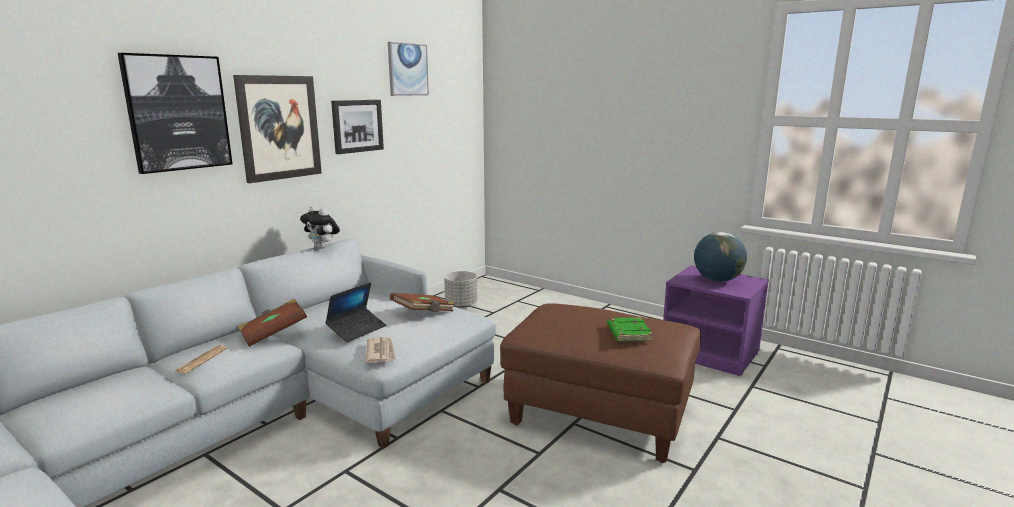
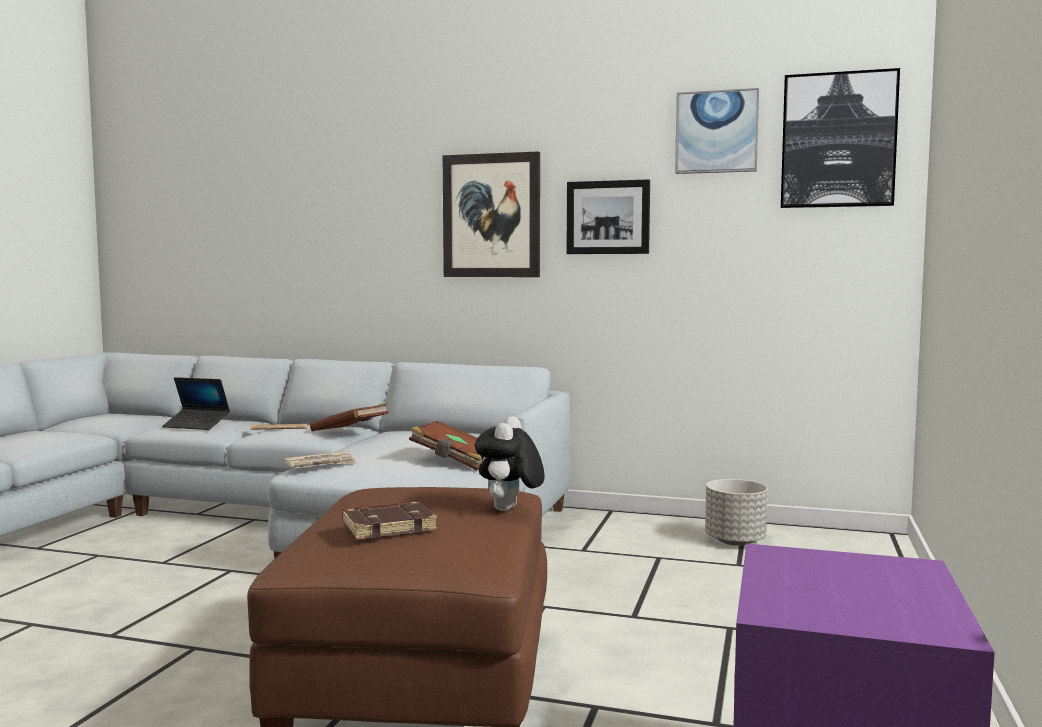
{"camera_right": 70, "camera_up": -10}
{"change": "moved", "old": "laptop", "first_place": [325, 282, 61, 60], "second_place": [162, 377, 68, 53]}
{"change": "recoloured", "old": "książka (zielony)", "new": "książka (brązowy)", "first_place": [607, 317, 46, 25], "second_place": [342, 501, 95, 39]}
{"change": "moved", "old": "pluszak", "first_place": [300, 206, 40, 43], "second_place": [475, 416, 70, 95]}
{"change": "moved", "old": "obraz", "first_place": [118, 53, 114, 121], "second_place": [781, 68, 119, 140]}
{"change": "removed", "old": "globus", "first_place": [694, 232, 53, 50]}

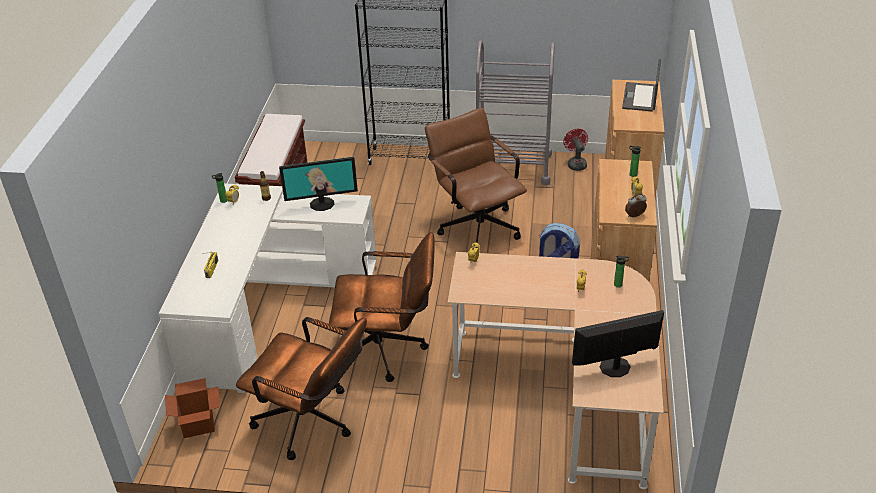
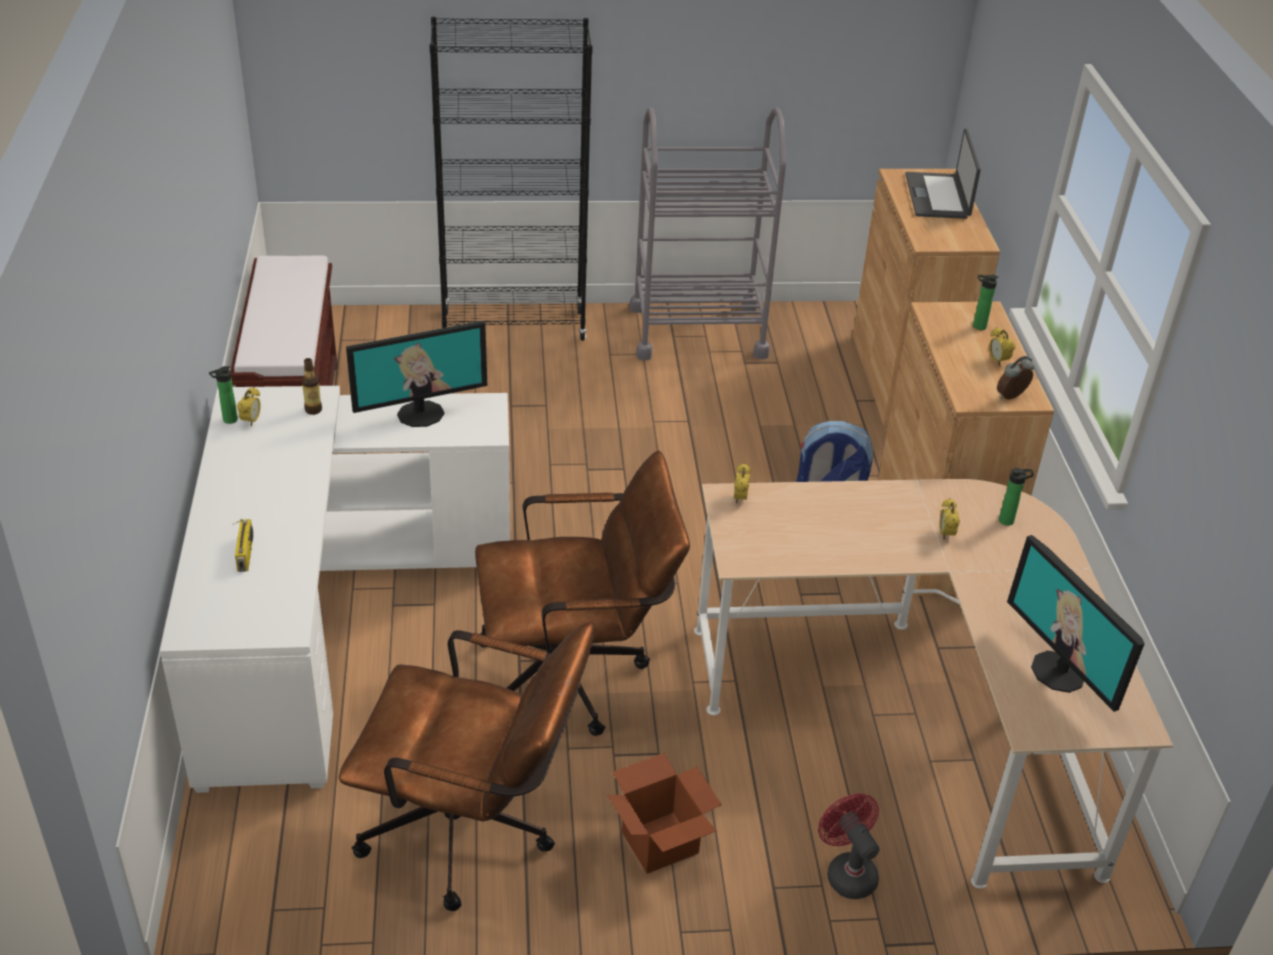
{"camera_right": -15, "camera_up": 0}
{"change": "moved", "old": "karton", "first_place": [165, 378, 56, 60], "second_place": [607, 753, 115, 121]}
{"change": "moved", "old": "wentylator (czerwony)", "first_place": [563, 129, 25, 42], "second_place": [818, 793, 61, 106]}
{"change": "turned", "old": "monitor", "first_place": [572, 310, 92, 67], "second_place": [1007, 535, 138, 177], "degrees": -90}
{"change": "removed", "old": "krzesło biurowe (brązowy)", "first_place": [425, 108, 102, 140]}

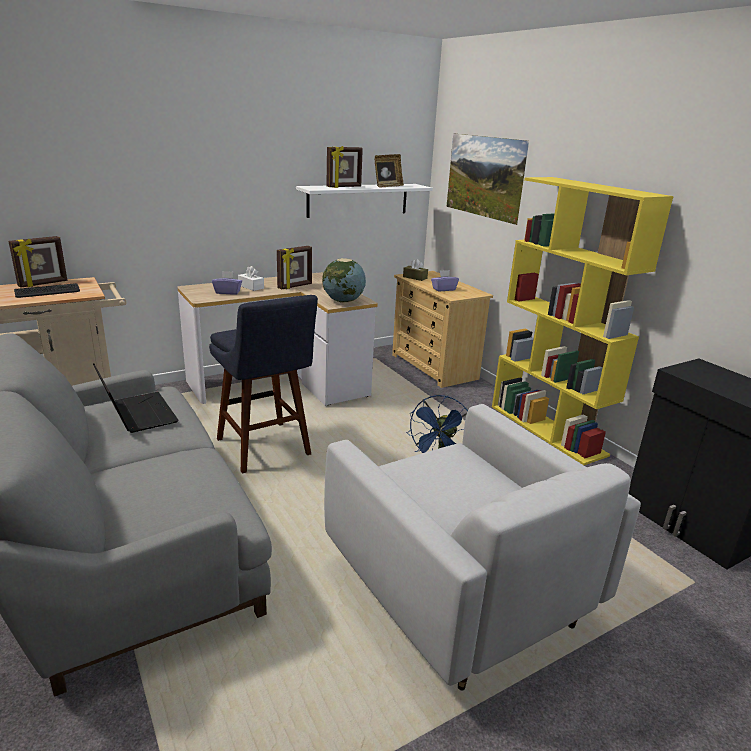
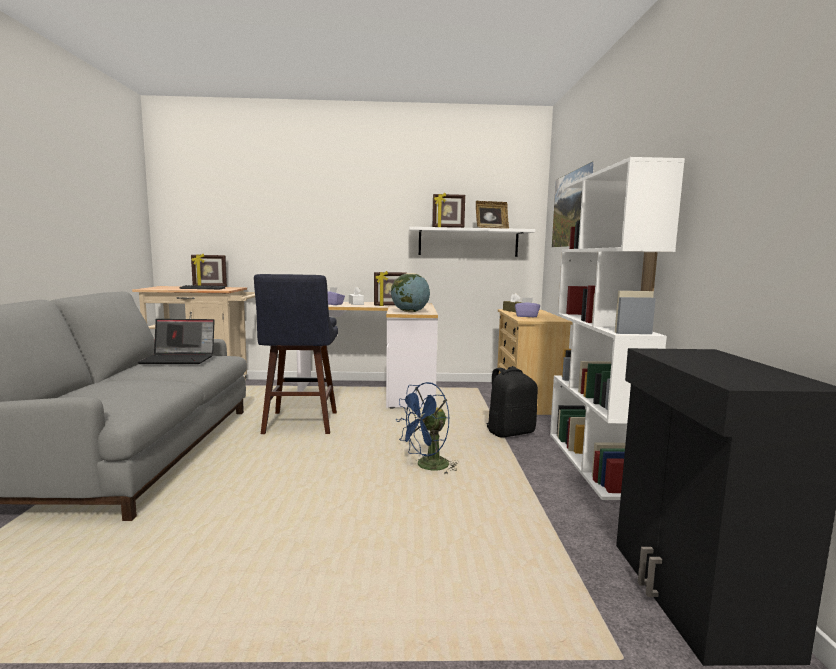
{"camera_right": 30, "camera_up": -15}
{"change": "turned", "old": "laptop", "first_place": [93, 363, 86, 70], "second_place": [137, 319, 78, 45], "degrees": 90}
{"change": "added", "new": "plecak (czarny)", "second_place": [486, 366, 52, 72]}
{"change": "recoloured", "old": "regał (żółty)", "new": "regał (biały)", "first_place": [492, 177, 182, 288], "second_place": [550, 157, 135, 343]}
{"change": "removed", "old": "fotel (biały)", "first_place": [324, 404, 317, 286]}

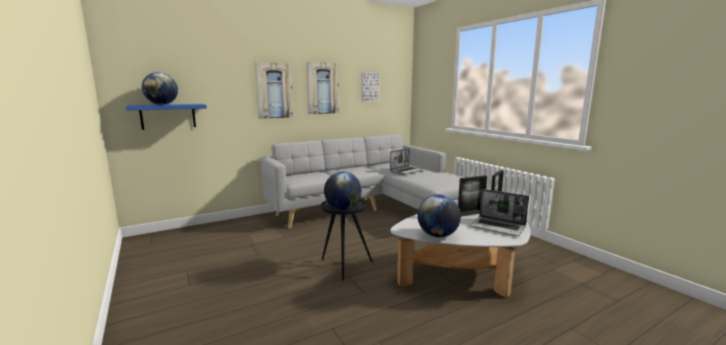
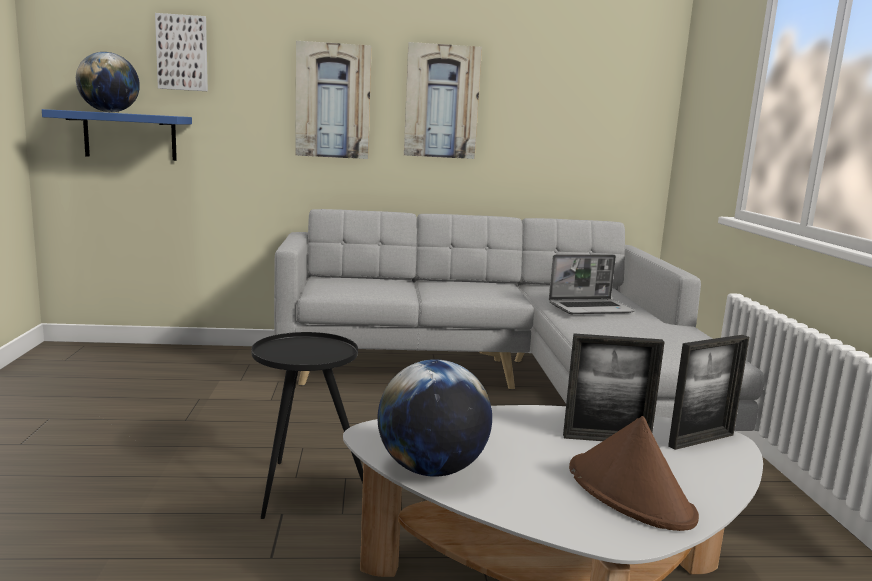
{"camera_right": 25, "camera_up": 0}
{"change": "moved", "old": "obraz", "first_place": [361, 72, 18, 30], "second_place": [155, 13, 53, 78]}
{"change": "replaced", "old": "laptop", "new": "kapelusz (brązowy)", "first_place": [470, 189, 59, 47], "second_place": [569, 416, 130, 115]}
{"change": "removed", "old": "globus", "first_place": [324, 172, 38, 38]}

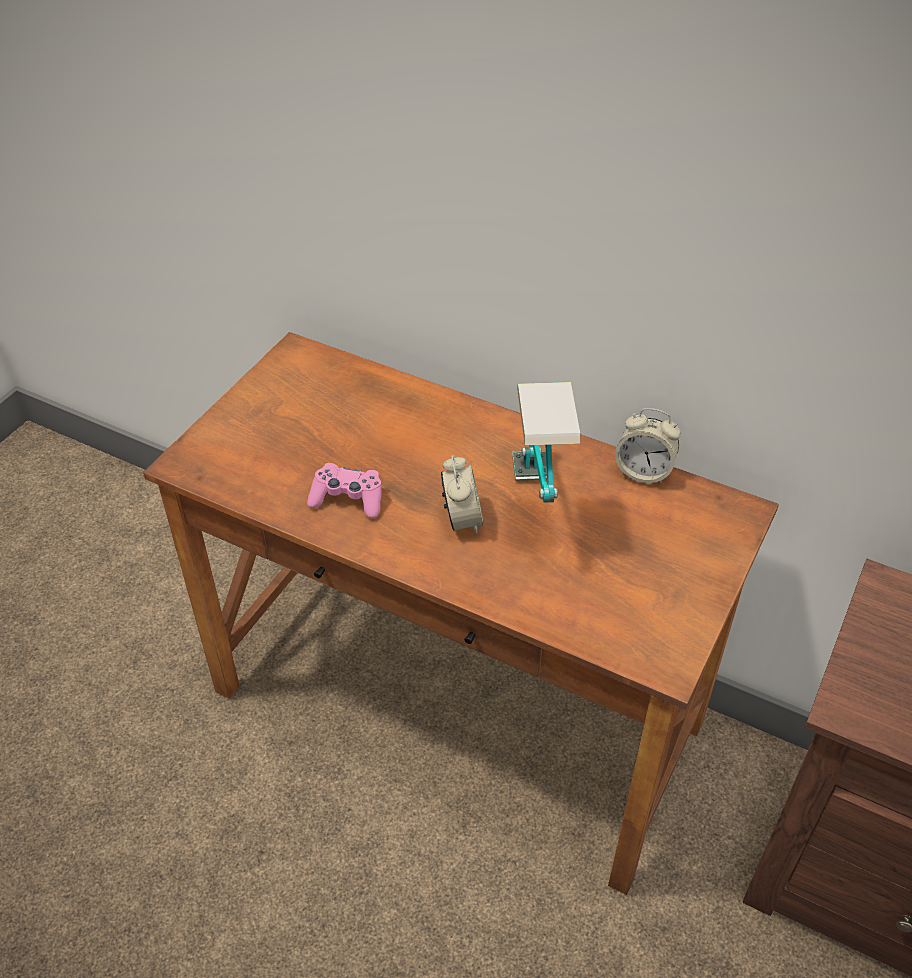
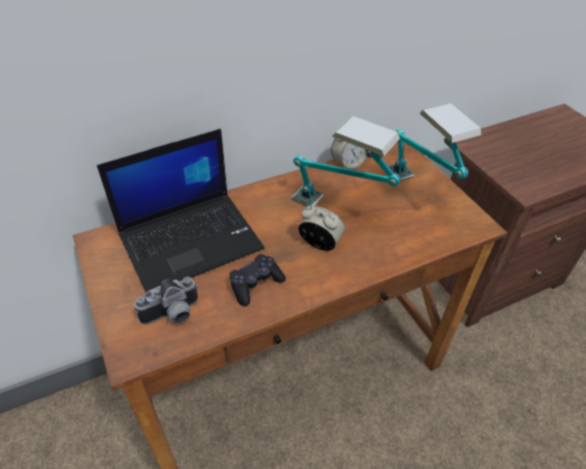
{"camera_right": -55, "camera_up": 0}
{"change": "added", "new": "laptop", "second_place": [97, 129, 167, 163]}
{"change": "added", "new": "aparat fotograficzny", "second_place": [134, 277, 64, 48]}
{"change": "recoloured", "old": "pad do gier (różowy)", "new": "pad do gier (czarny)", "first_place": [307, 463, 74, 56], "second_place": [229, 254, 57, 52]}
{"change": "added", "new": "lampa stołowa", "second_place": [388, 103, 94, 78]}

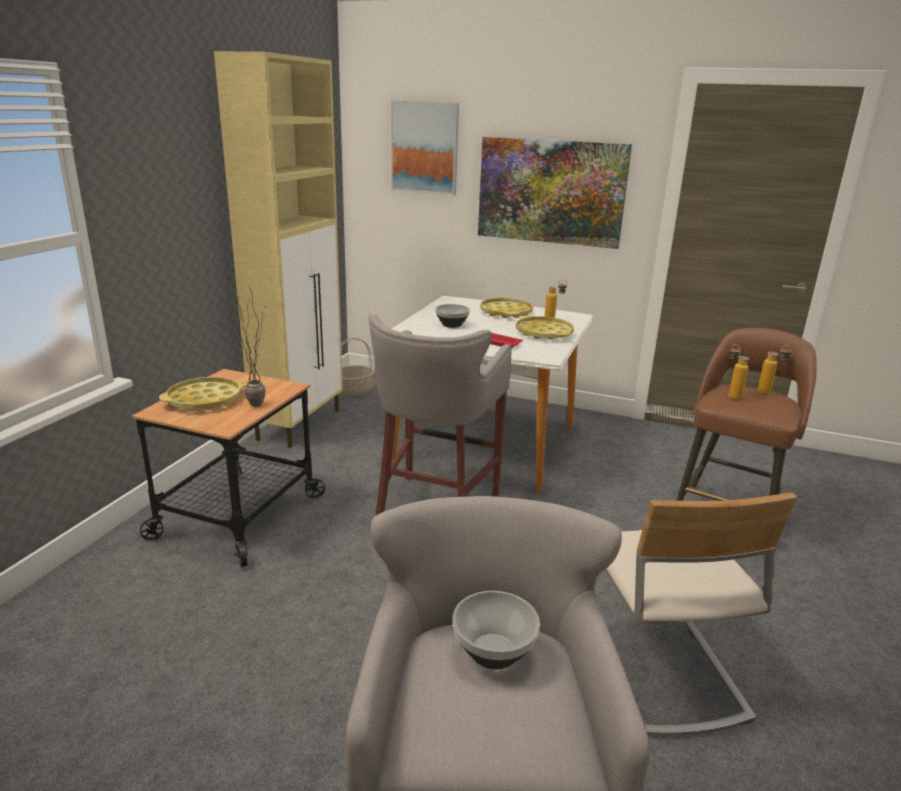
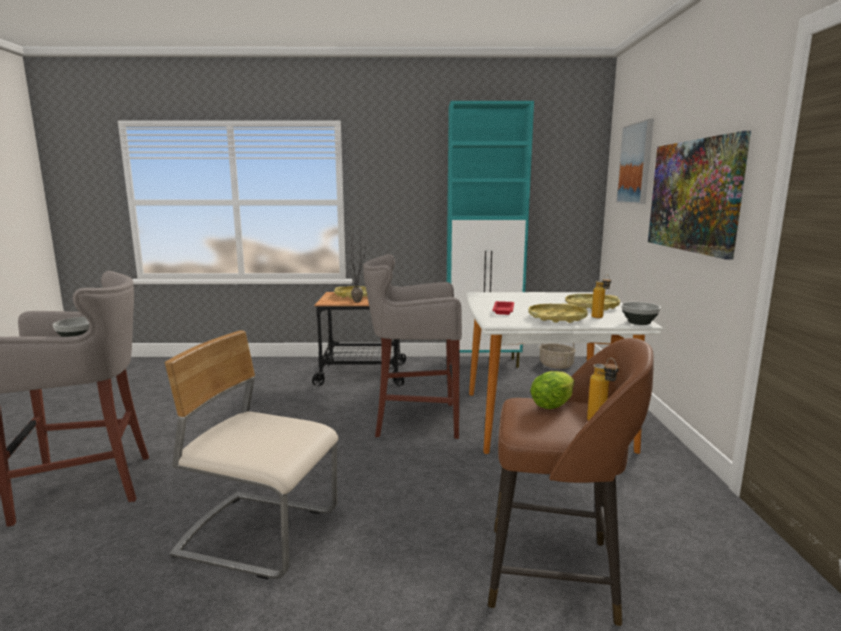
{"camera_right": 70, "camera_up": -10}
{"change": "turned", "old": "krzesło (beżowy)", "first_place": [605, 493, 192, 243], "second_place": [165, 330, 173, 250], "degrees": 45}
{"change": "recoloured", "old": "szafka (beżowy)", "new": "szafka (turkusowy)", "first_place": [214, 51, 129, 397], "second_place": [447, 101, 87, 267]}
{"change": "replaced", "old": "butelka", "new": "sałata", "first_place": [728, 344, 21, 56], "second_place": [530, 371, 45, 38]}
{"change": "moved", "old": "miska", "first_place": [435, 304, 35, 24], "second_place": [621, 302, 40, 23]}

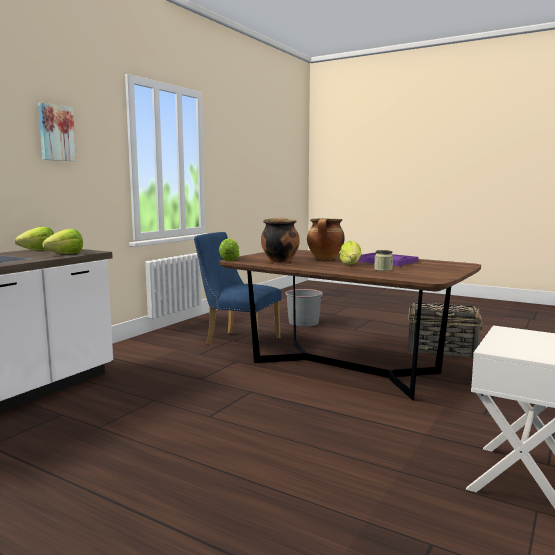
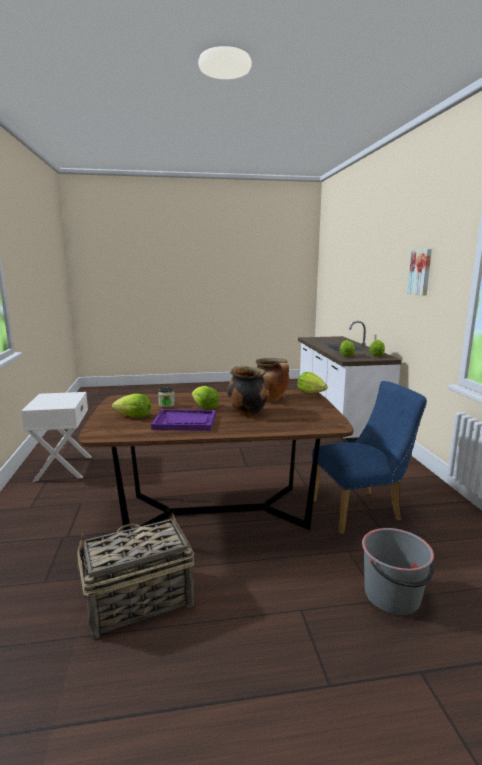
{"camera_right": 140, "camera_up": 5}
{"change": "added", "new": "sałata", "second_place": [112, 394, 39, 23]}

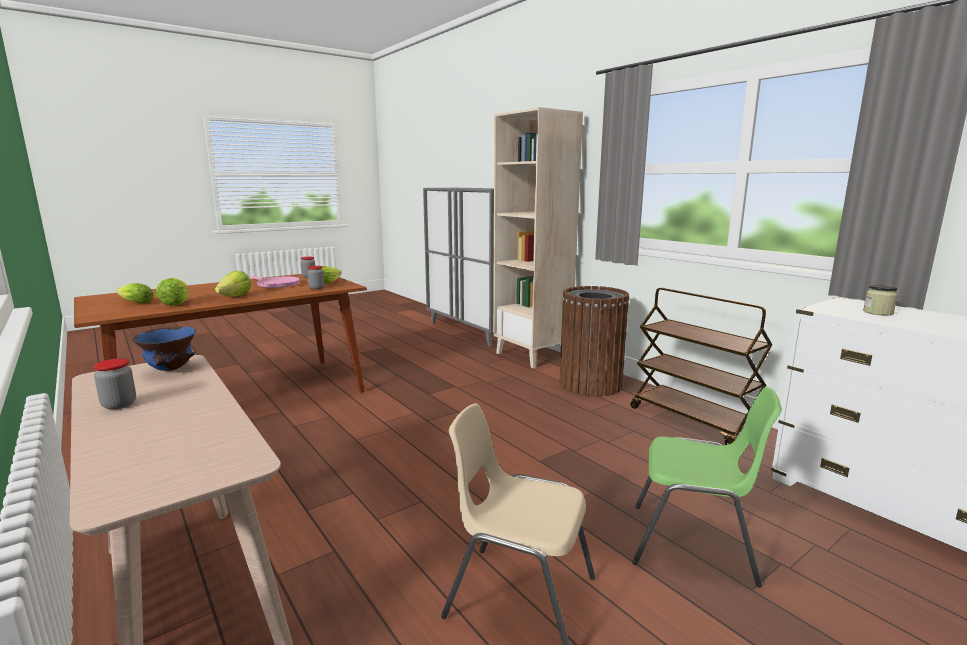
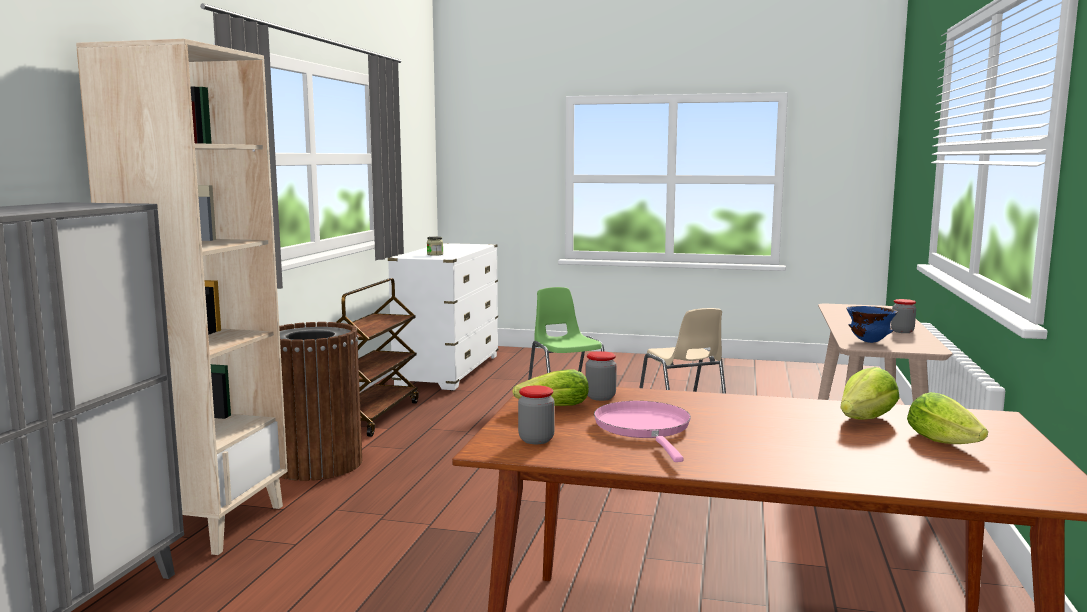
{"camera_right": -130, "camera_up": -5}
{"change": "removed", "old": "sałata", "first_place": [215, 271, 36, 26]}

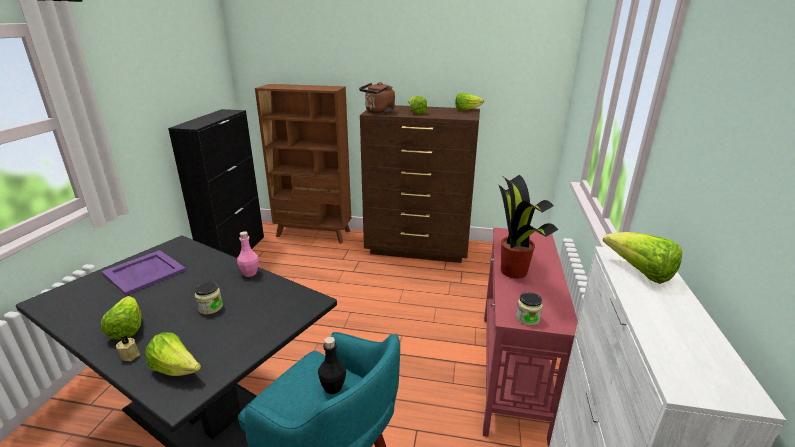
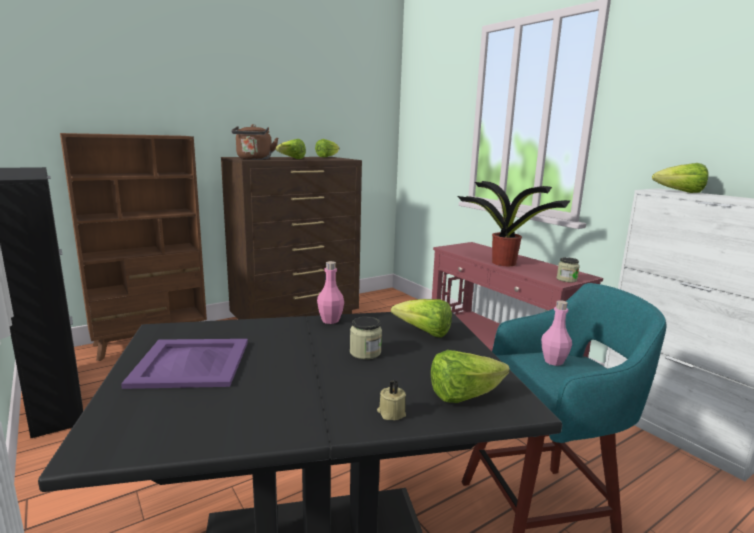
{"camera_right": -45, "camera_up": -10}
{"change": "moved", "old": "sałata", "first_place": [101, 296, 40, 44], "second_place": [391, 299, 61, 39]}
{"change": "recoloured", "old": "butelka (czarny)", "new": "butelka (różowy)", "first_place": [318, 337, 28, 57], "second_place": [541, 300, 31, 66]}

